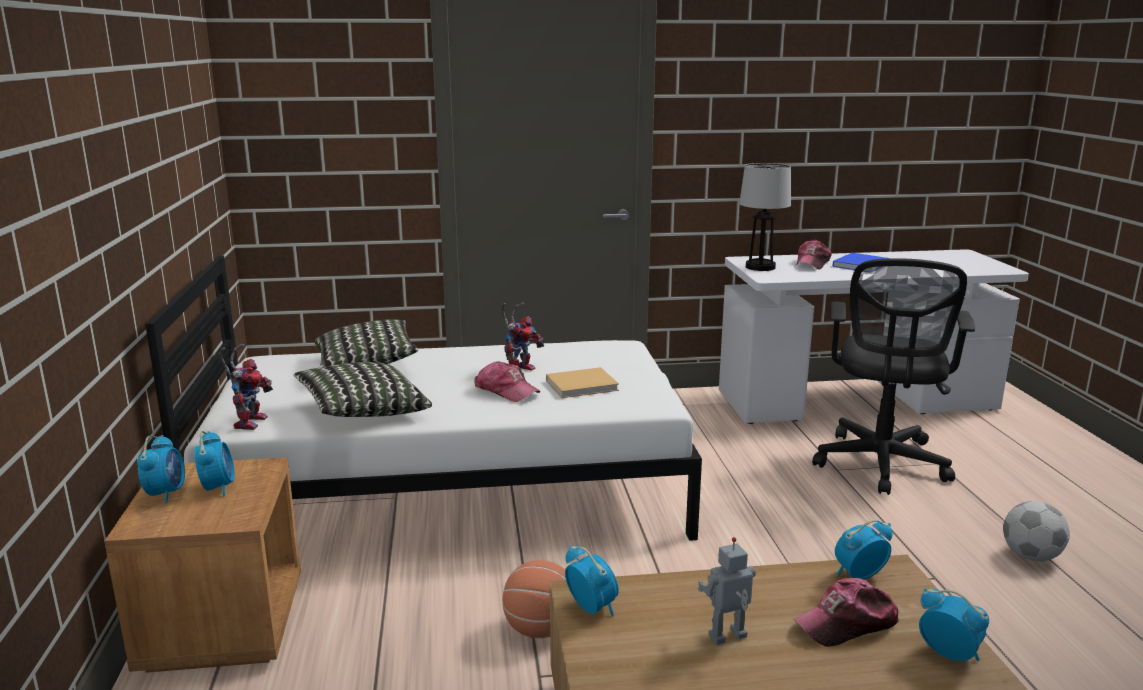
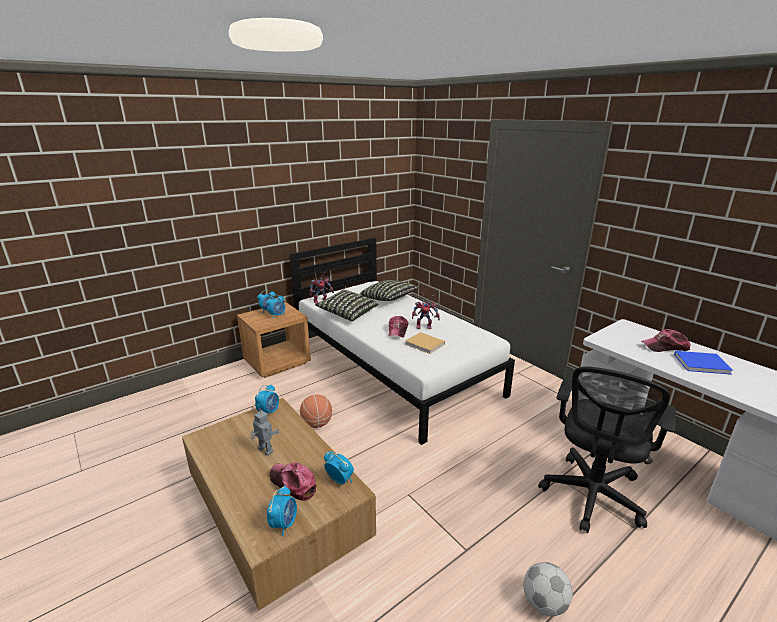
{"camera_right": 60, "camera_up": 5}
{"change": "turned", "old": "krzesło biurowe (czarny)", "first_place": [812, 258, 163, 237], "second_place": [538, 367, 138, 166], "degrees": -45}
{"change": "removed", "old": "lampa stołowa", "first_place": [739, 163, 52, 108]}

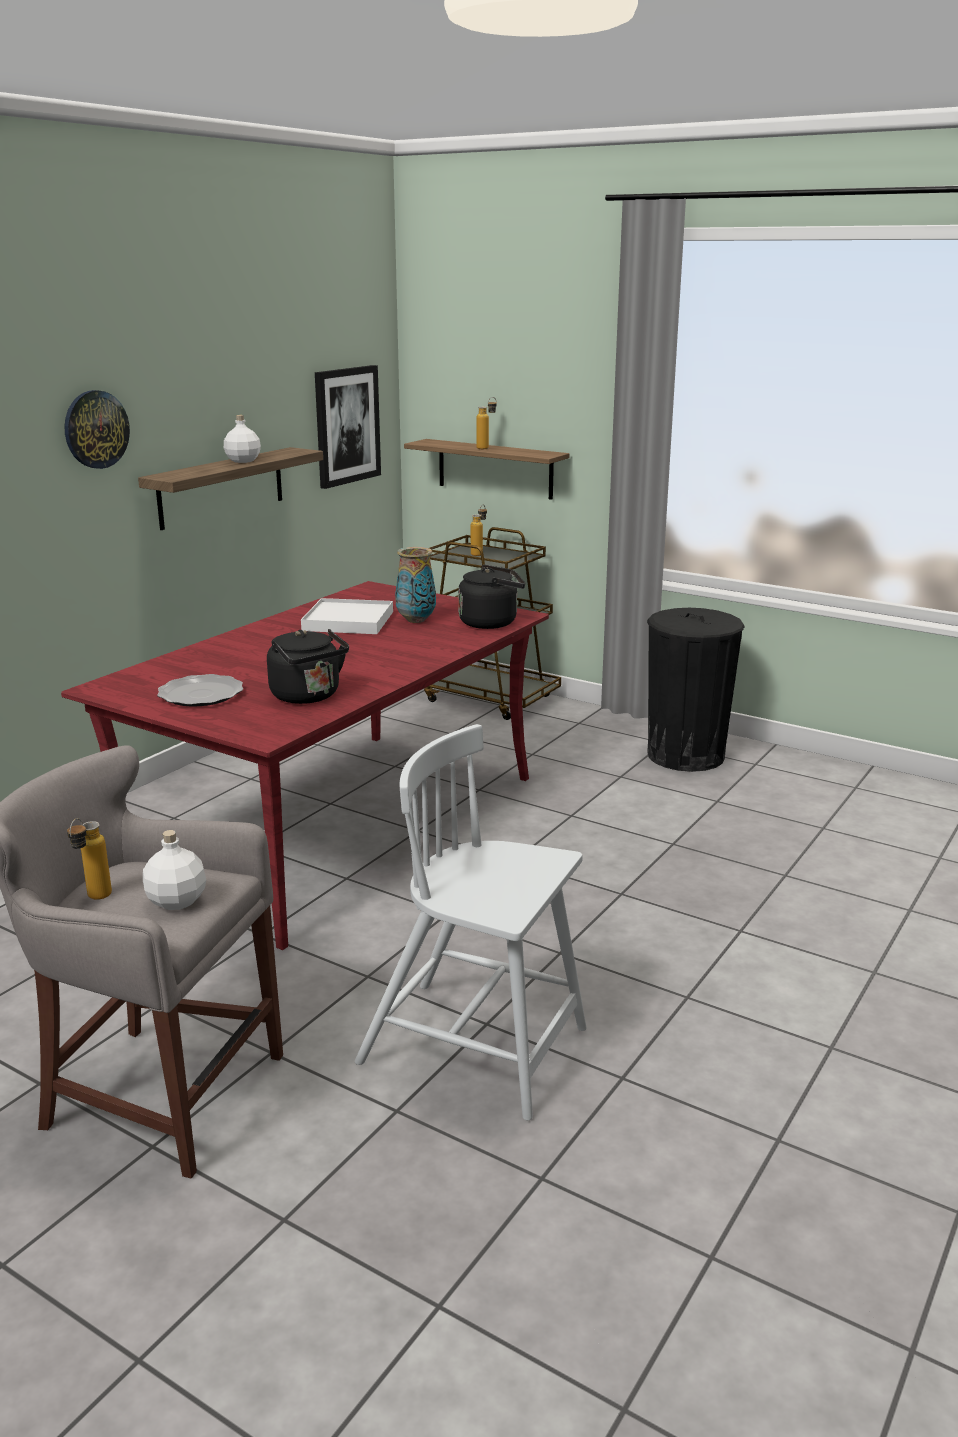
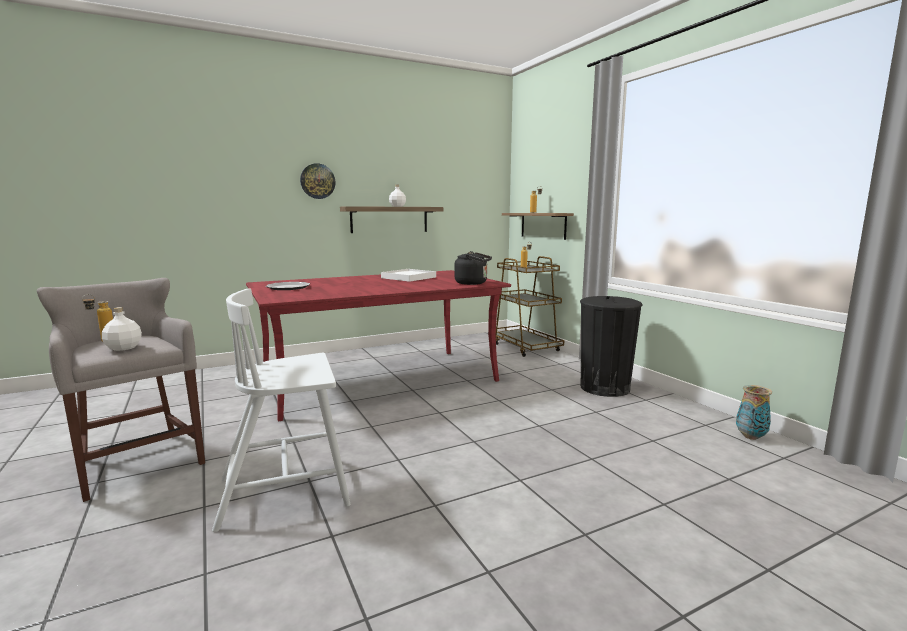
{"camera_right": 30, "camera_up": -10}
{"change": "turned", "old": "krzesło (biały)", "first_place": [355, 724, 232, 396], "second_place": [212, 288, 138, 244], "degrees": -75}
{"change": "moved", "old": "wazon", "first_place": [395, 547, 41, 76], "second_place": [736, 385, 36, 55]}
{"change": "removed", "old": "czajnik (czarny)", "first_place": [267, 629, 82, 75]}
{"change": "removed", "old": "obraz", "first_place": [315, 365, 66, 124]}

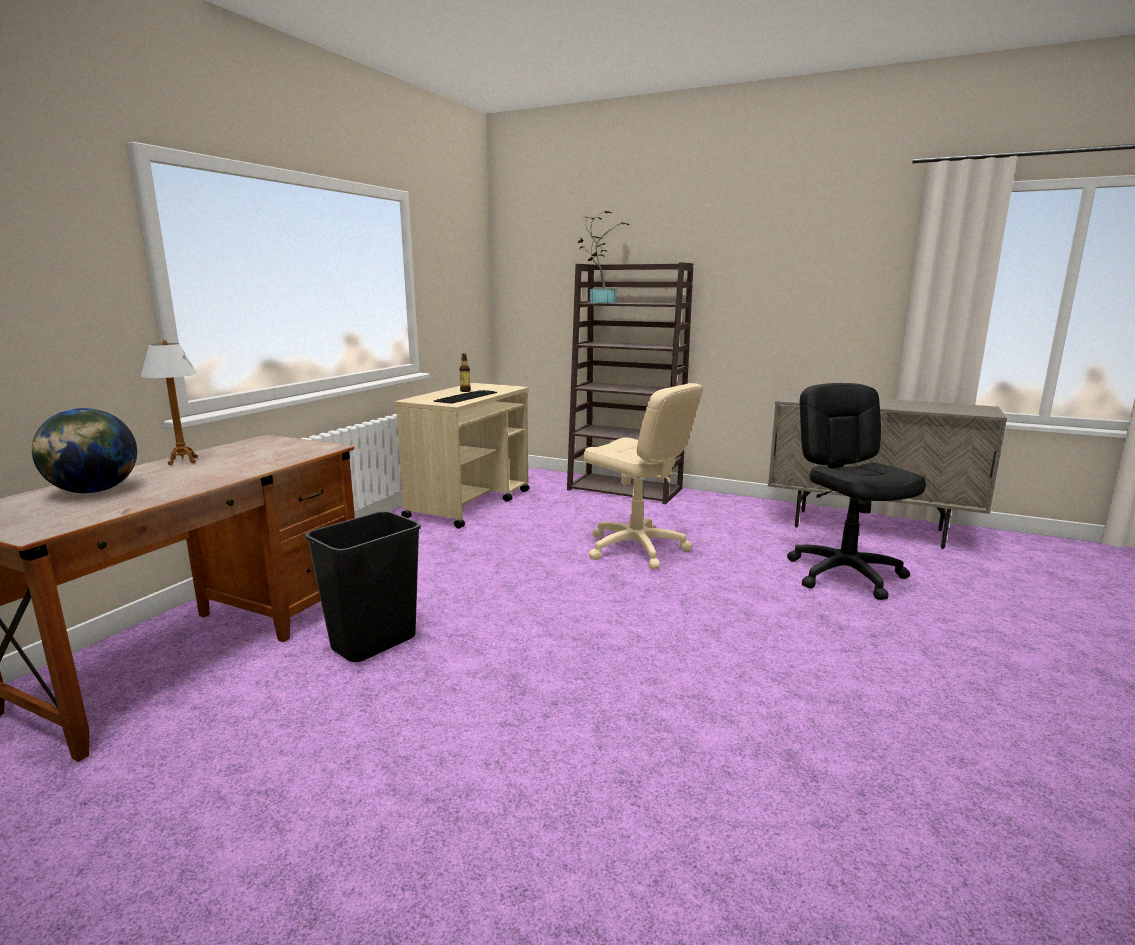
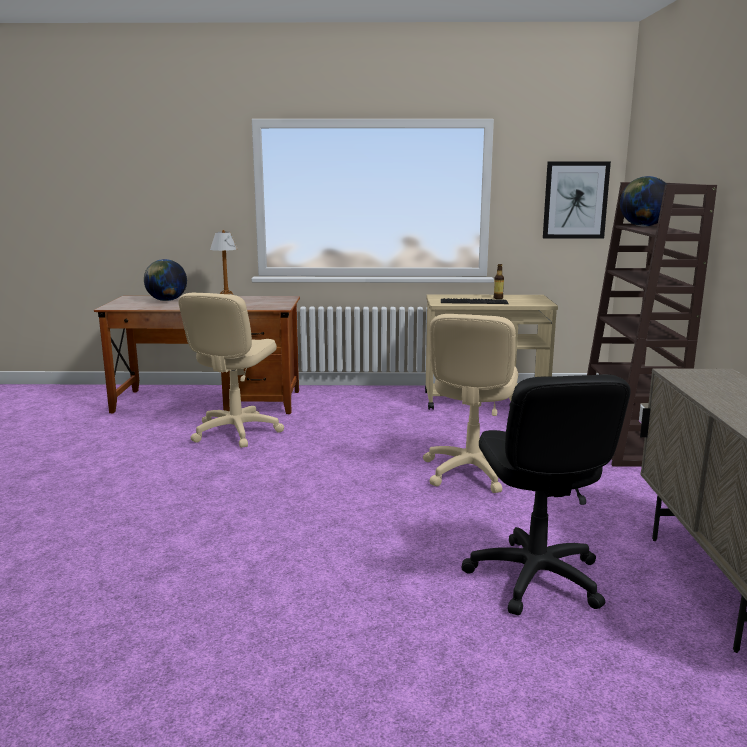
{"camera_right": 65, "camera_up": 0}
{"change": "replaced", "old": "kosz na śmieci (czarny)", "new": "krzesło biurowe (beżowy)", "first_place": [305, 511, 116, 151], "second_place": [178, 293, 106, 155]}
{"change": "turned", "old": "krzesło biurowe (czarny)", "first_place": [787, 383, 139, 217], "second_place": [461, 374, 170, 241], "degrees": 120}
{"change": "added", "new": "obraz", "second_place": [543, 161, 68, 78]}
{"change": "replaced", "old": "roślina doniczkowa", "new": "globus", "first_place": [578, 211, 51, 92], "second_place": [620, 176, 47, 51]}

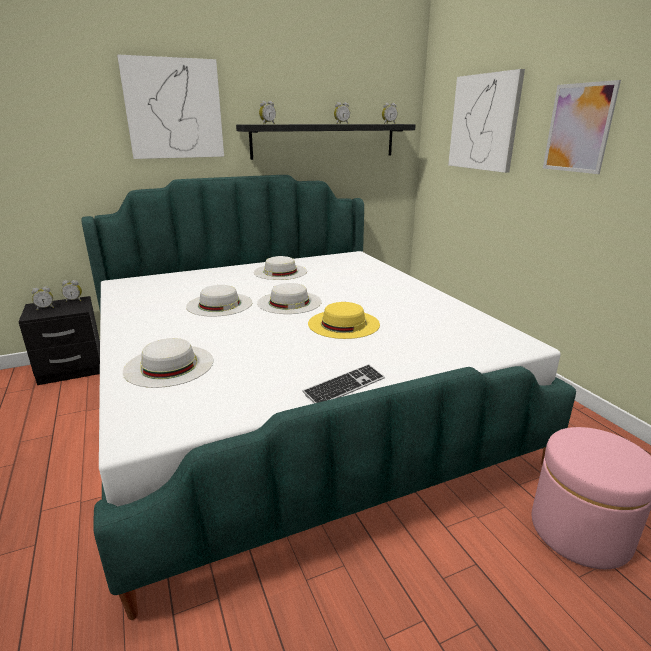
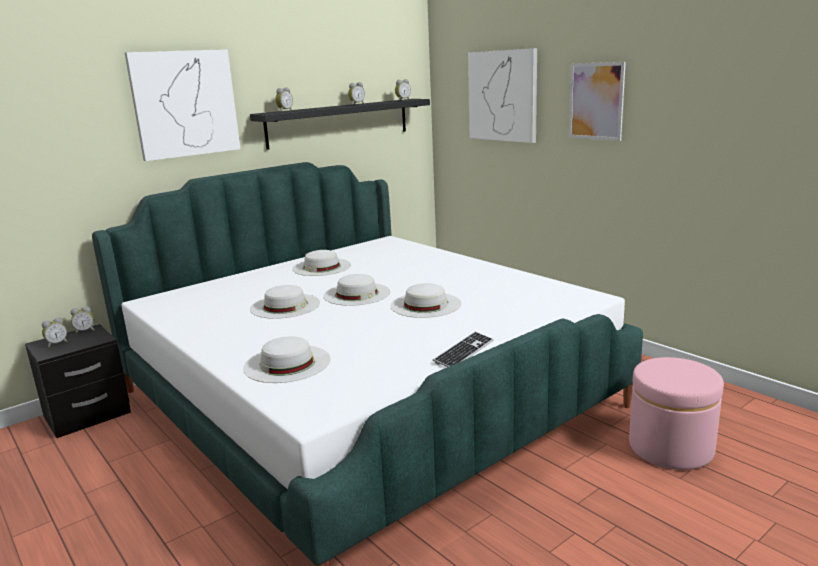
{"camera_right": -15, "camera_up": -5}
{"change": "recoloured", "old": "kapelusz (żółty)", "new": "kapelusz (biały)", "first_place": [308, 302, 72, 37], "second_place": [390, 283, 71, 35]}

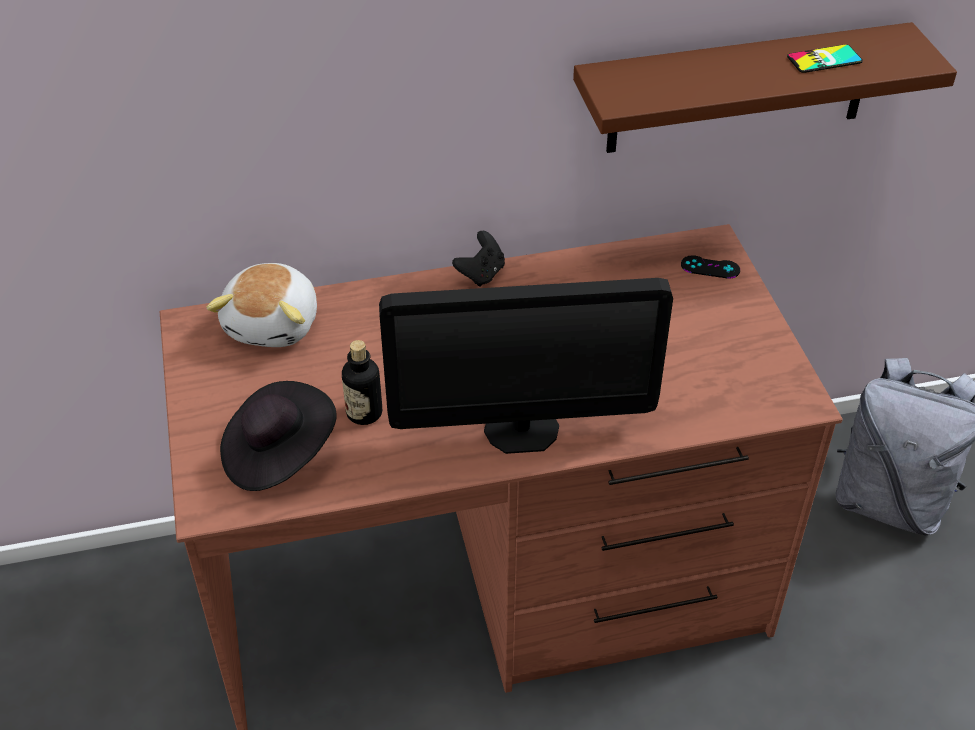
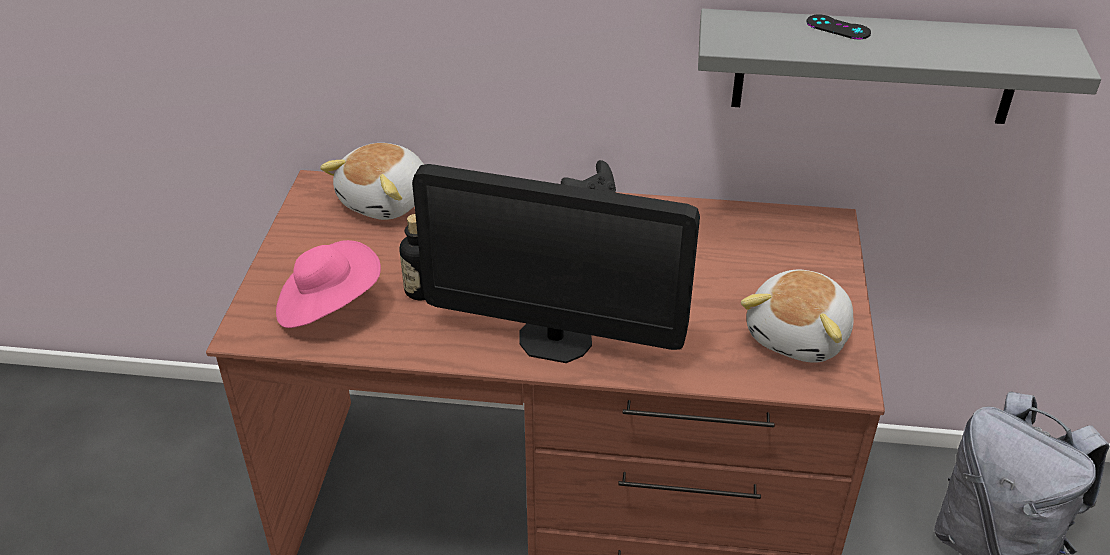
{"camera_right": 20, "camera_up": -5}
{"change": "recoloured", "old": "kapelusz (czarny)", "new": "kapelusz (różowy)", "first_place": [220, 381, 117, 110], "second_place": [276, 240, 105, 88]}
{"change": "recoloured", "old": "półka (brązowy)", "new": "półka (szary)", "first_place": [573, 22, 384, 131], "second_place": [698, 9, 403, 115]}
{"change": "added", "new": "pluszak", "second_place": [741, 270, 113, 92]}
{"change": "moved", "old": "pad do gier (czarny)", "first_place": [681, 255, 59, 24], "second_place": [807, 14, 64, 25]}
{"change": "removed", "old": "telefon", "first_place": [787, 44, 76, 29]}

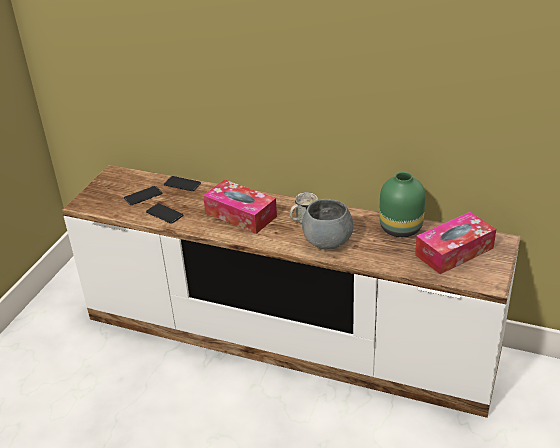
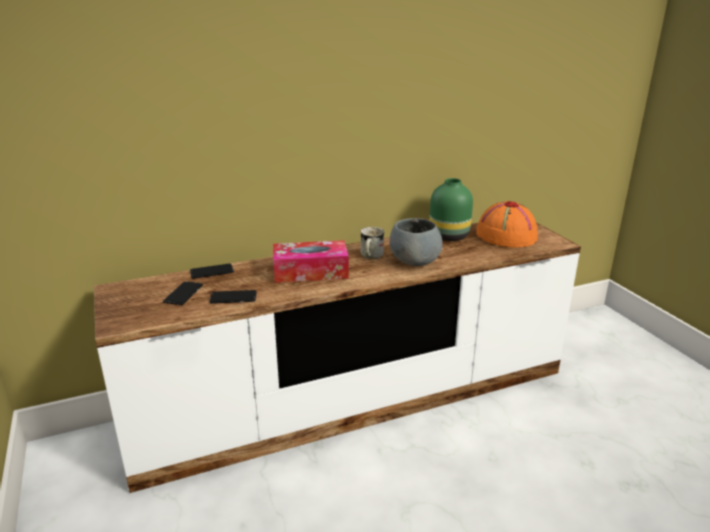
{"camera_right": -45, "camera_up": -10}
{"change": "replaced", "old": "pudełko chusteczek", "new": "kapelusz (pomarańczowy)", "first_place": [415, 212, 81, 62], "second_place": [476, 201, 62, 46]}

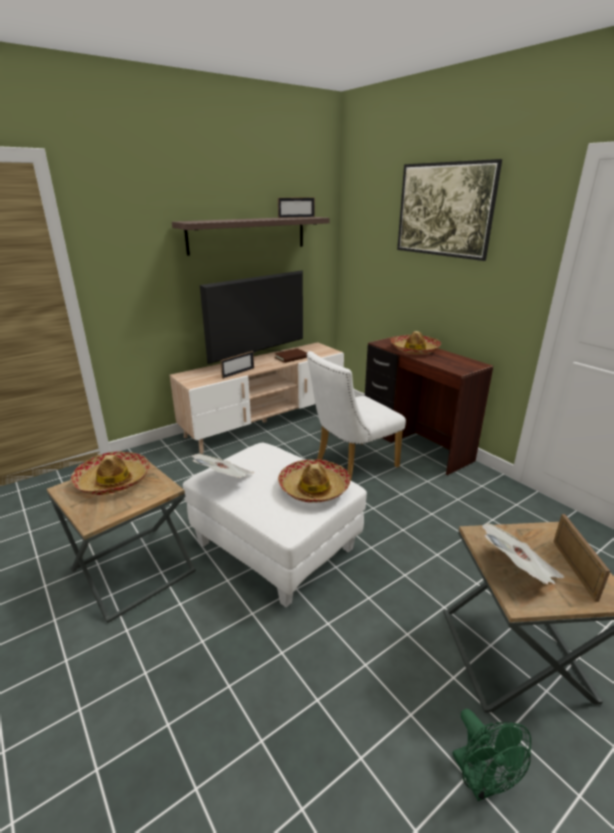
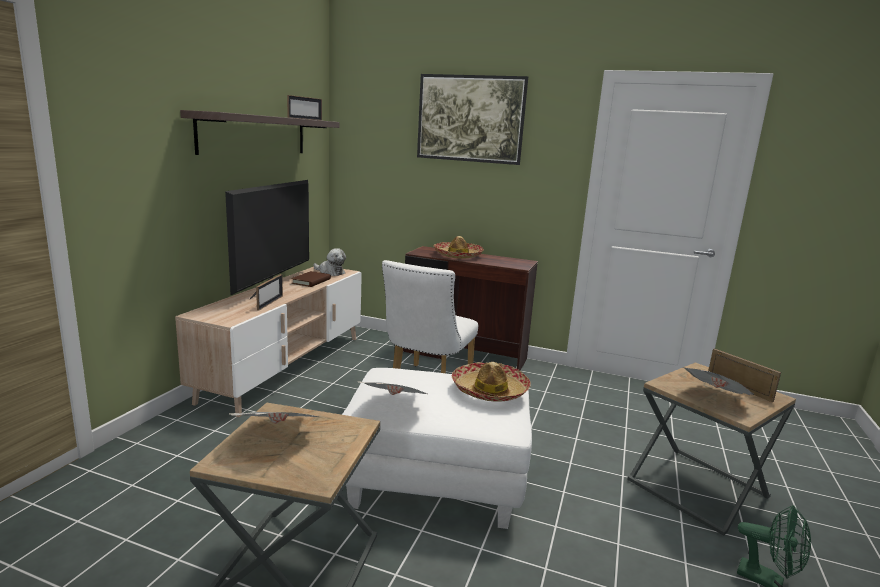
{"camera_right": -35, "camera_up": -10}
{"change": "replaced", "old": "kapelusz", "new": "gazeta", "first_place": [71, 451, 79, 44], "second_place": [229, 412, 89, 12]}
{"change": "added", "new": "pluszak", "second_place": [313, 248, 33, 28]}

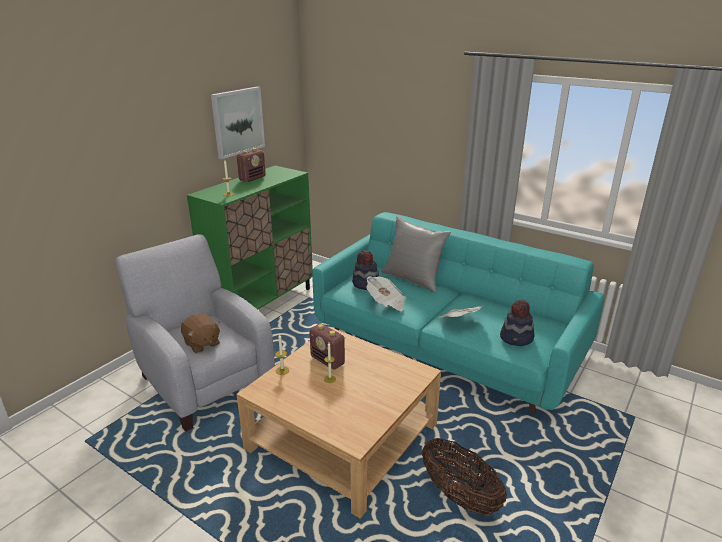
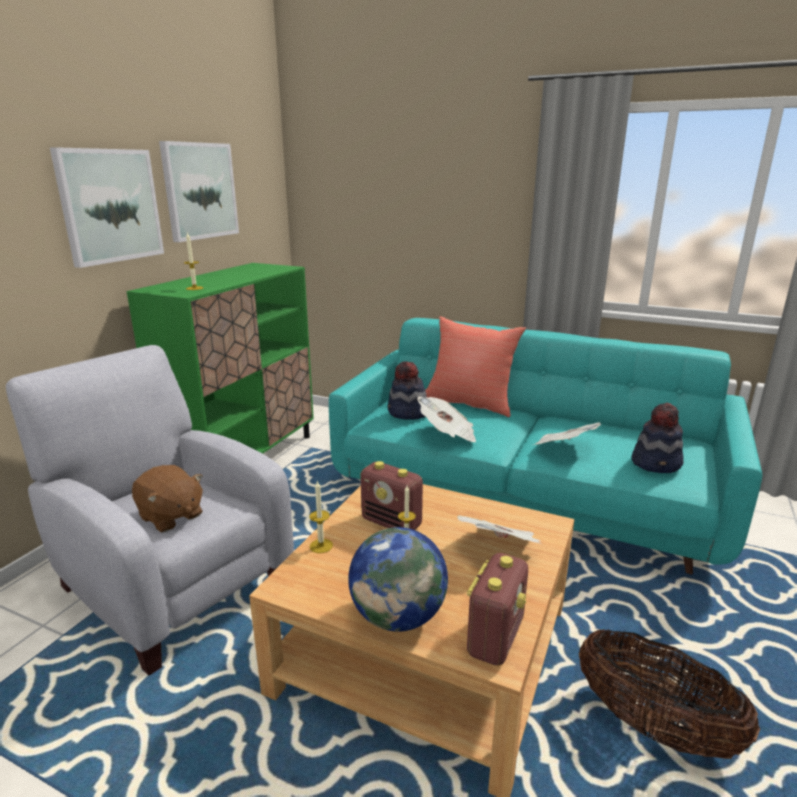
{"camera_right": -10, "camera_up": -5}
{"change": "added", "new": "obraz", "second_place": [50, 147, 114, 121]}
{"change": "added", "new": "globus", "second_place": [348, 527, 100, 105]}
{"change": "recoloured", "old": "poduszka (szary)", "new": "poduszka (czerwony)", "first_place": [381, 216, 70, 77], "second_place": [425, 316, 101, 101]}
{"change": "added", "new": "gazeta", "second_place": [457, 515, 84, 29]}
{"change": "moved", "old": "radio", "first_place": [237, 148, 29, 34], "second_place": [466, 553, 62, 113]}

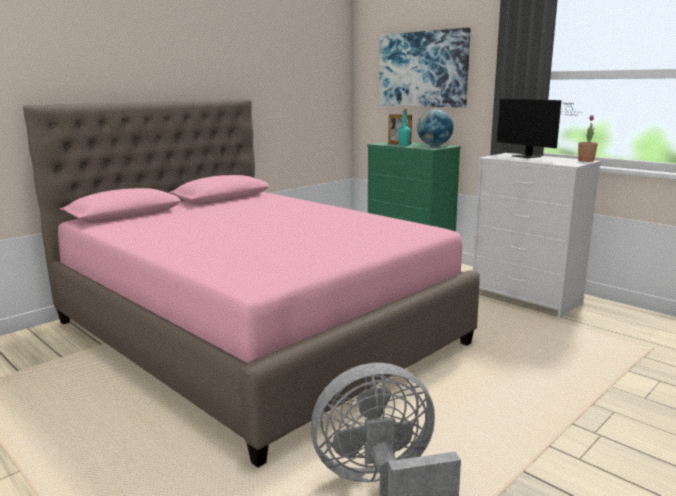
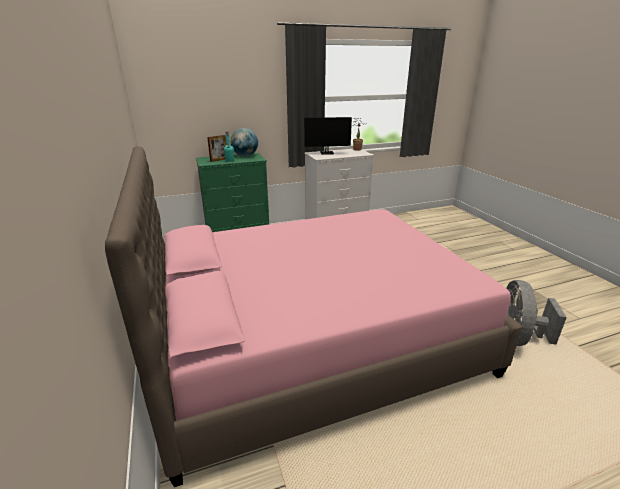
{"camera_right": -65, "camera_up": 10}
{"change": "removed", "old": "obraz", "first_place": [379, 28, 92, 80]}

